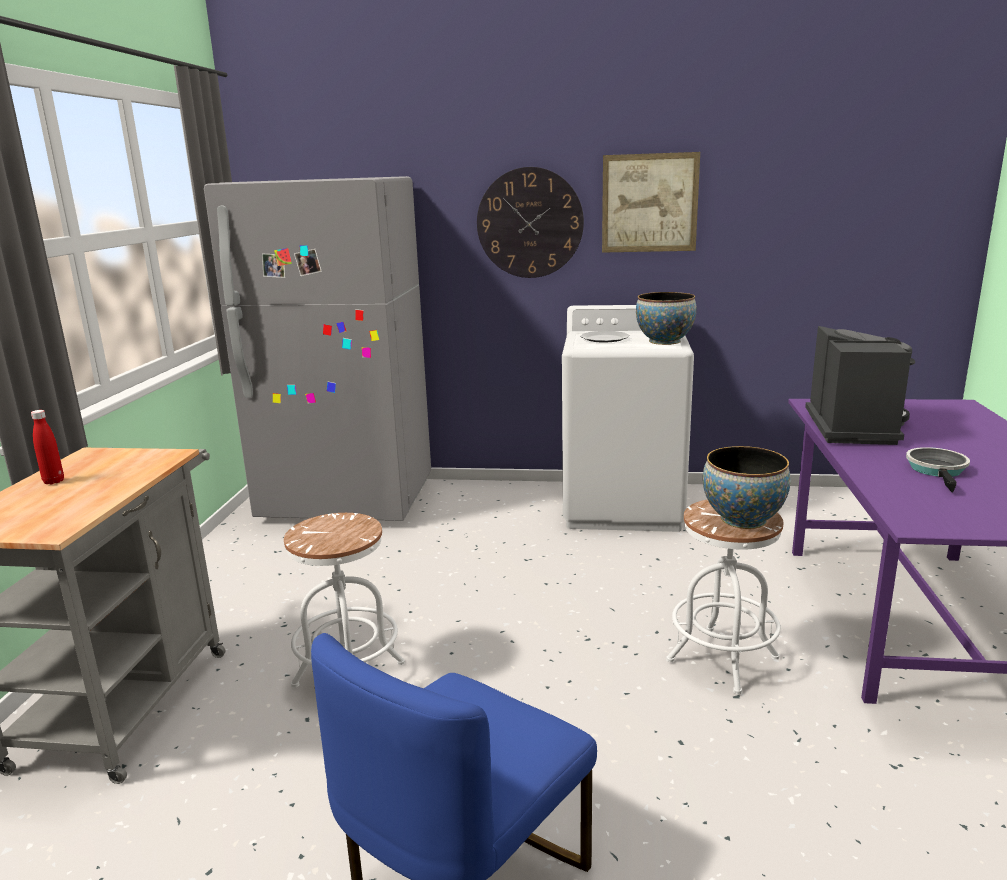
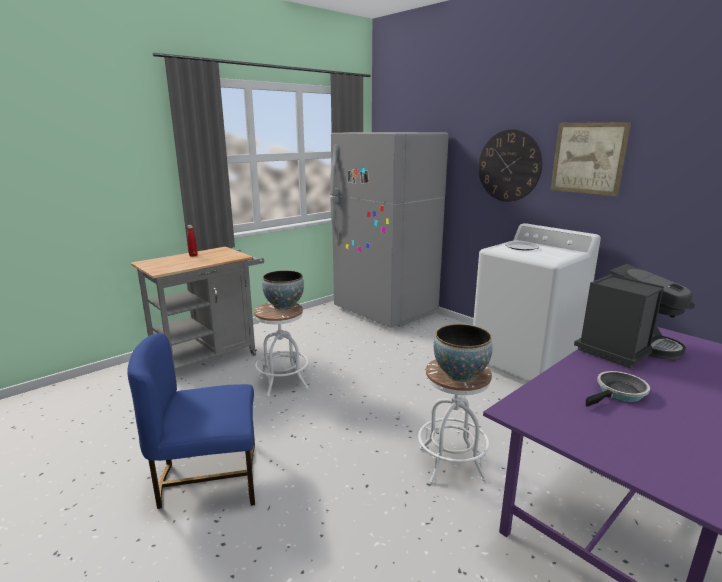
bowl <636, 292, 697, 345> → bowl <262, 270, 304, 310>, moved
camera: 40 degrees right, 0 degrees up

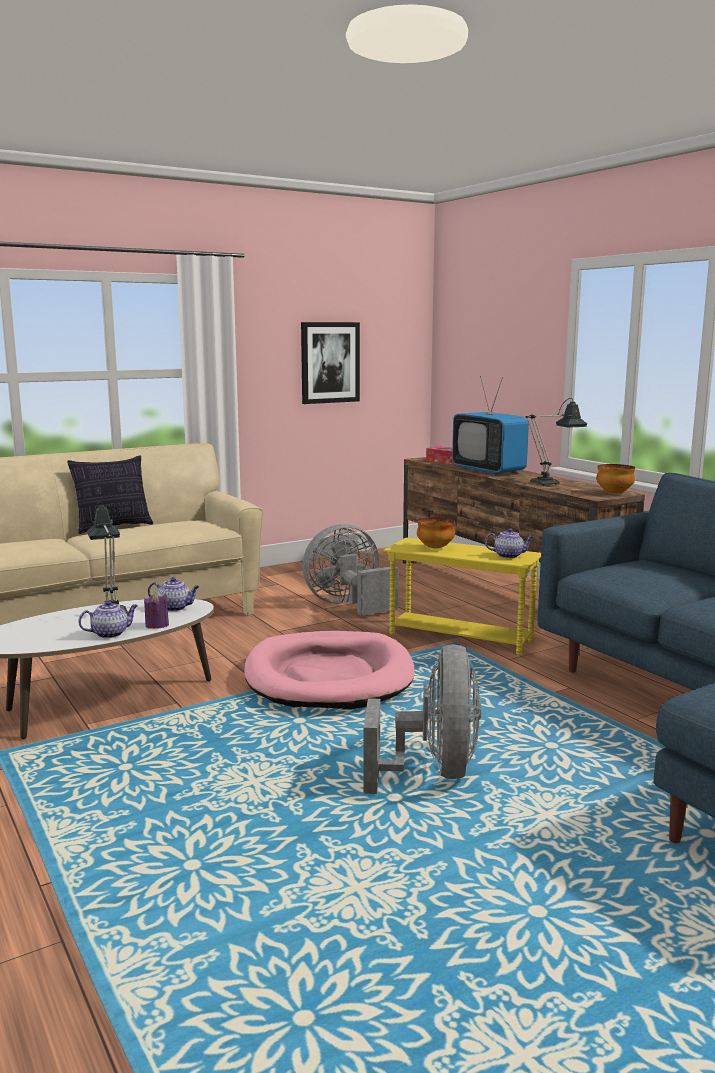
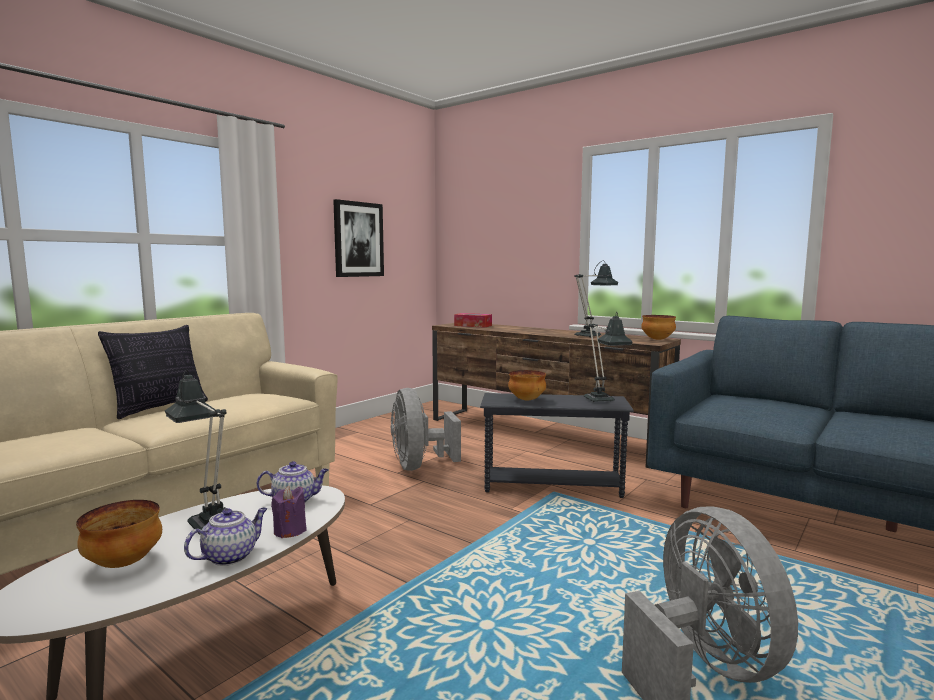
pink dog bed <244, 631, 414, 709> → -
grey fan <302, 524, 399, 616> → grey fan <391, 388, 461, 471>, 60 degrees counterclockwise
yellow side table <384, 538, 541, 656> → grey side table <480, 393, 634, 498>
television <452, 376, 529, 475> → -
teapot <485, 528, 534, 558> → table lamp <584, 312, 633, 402>
- → bowl <76, 500, 162, 568>
camera: 20 degrees left, 5 degrees down

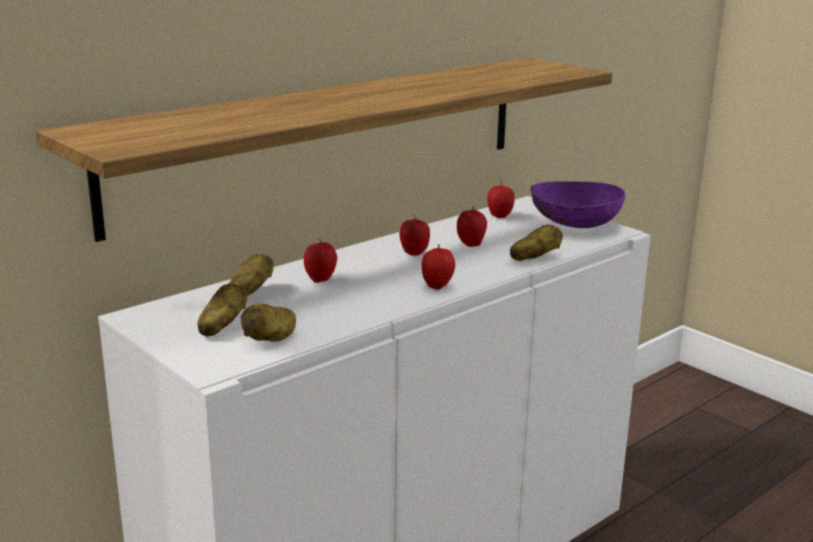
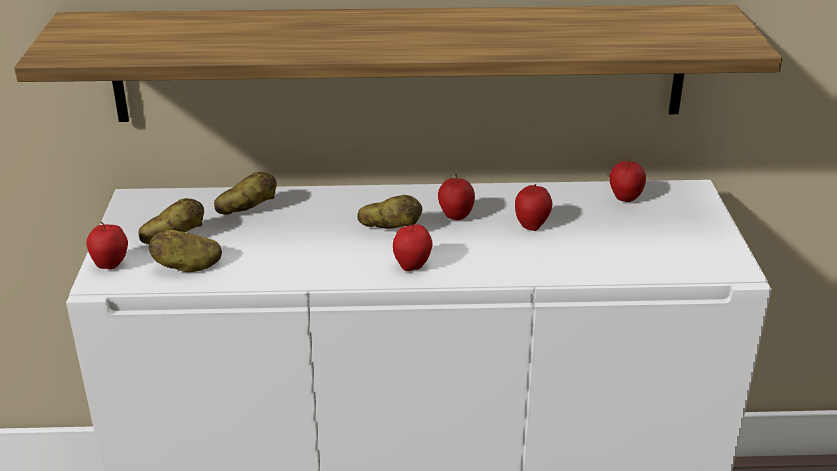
apple <304, 238, 337, 283> → apple <86, 221, 128, 269>, moved
potato <510, 224, 563, 261> → potato <357, 195, 422, 229>, moved
purple bowl <530, 181, 626, 228> → -
camera: 40 degrees right, 10 degrees up

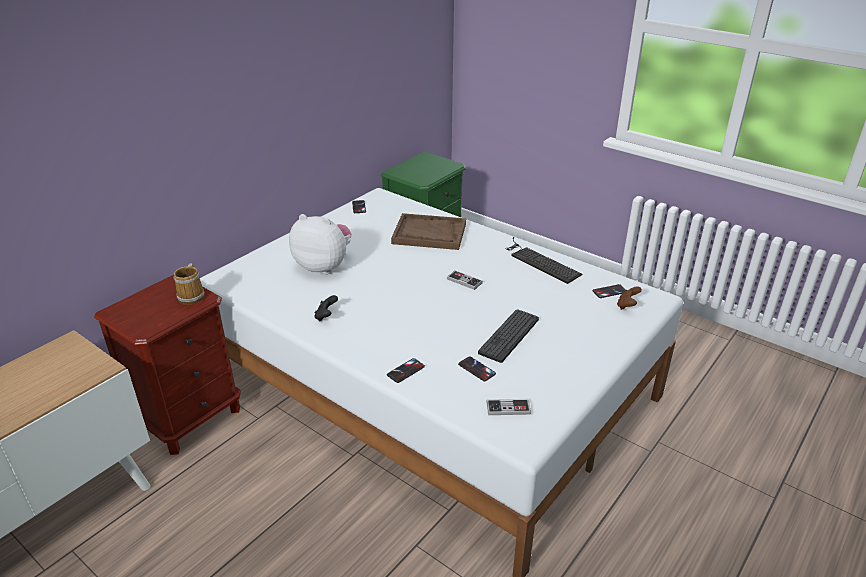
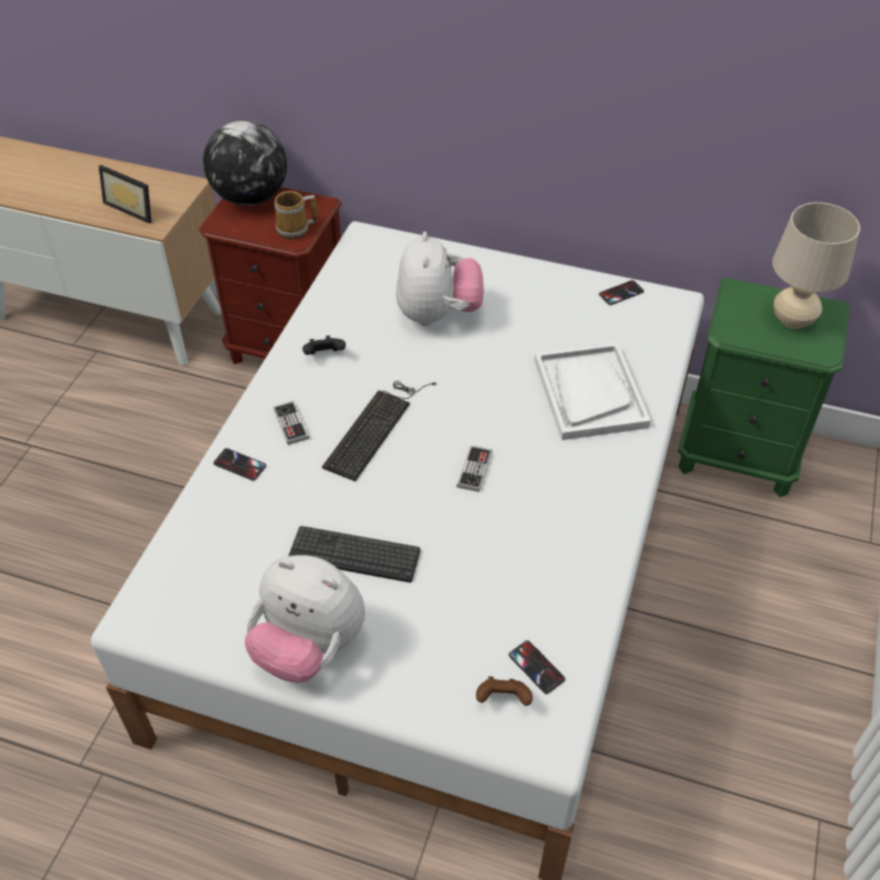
brown tray <391, 213, 466, 250> → white tray <534, 342, 651, 440>
phone <458, 356, 496, 381> → -
game controller <486, 399, 531, 415> → game controller <273, 401, 309, 445>, moved
keyboard <505, 237, 582, 284> → keyboard <322, 381, 436, 482>, moved
- → picture frame <99, 165, 151, 223>
- → globe <203, 120, 287, 206>
- → plush toy <244, 555, 365, 683>
- → beige table lamp <772, 202, 860, 329>
camera: 70 degrees right, 15 degrees up

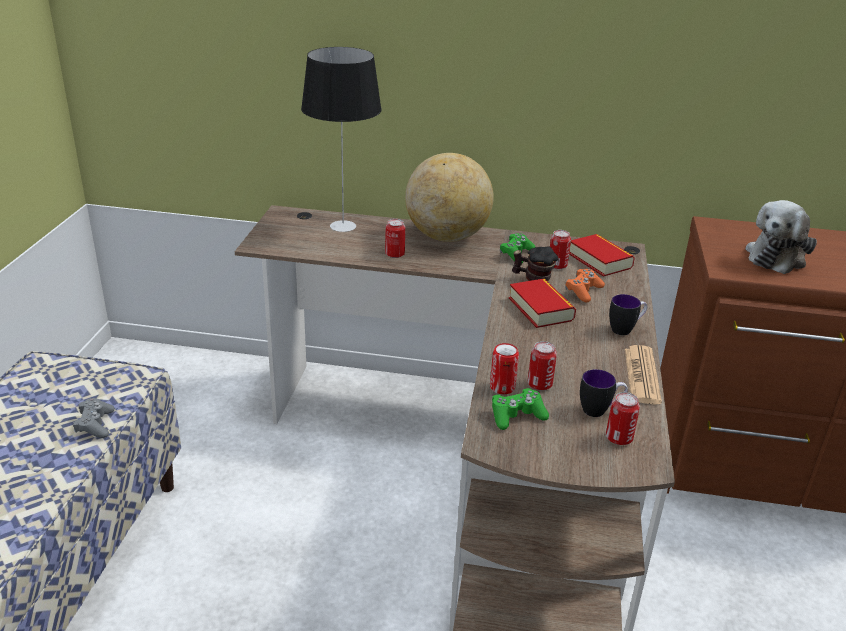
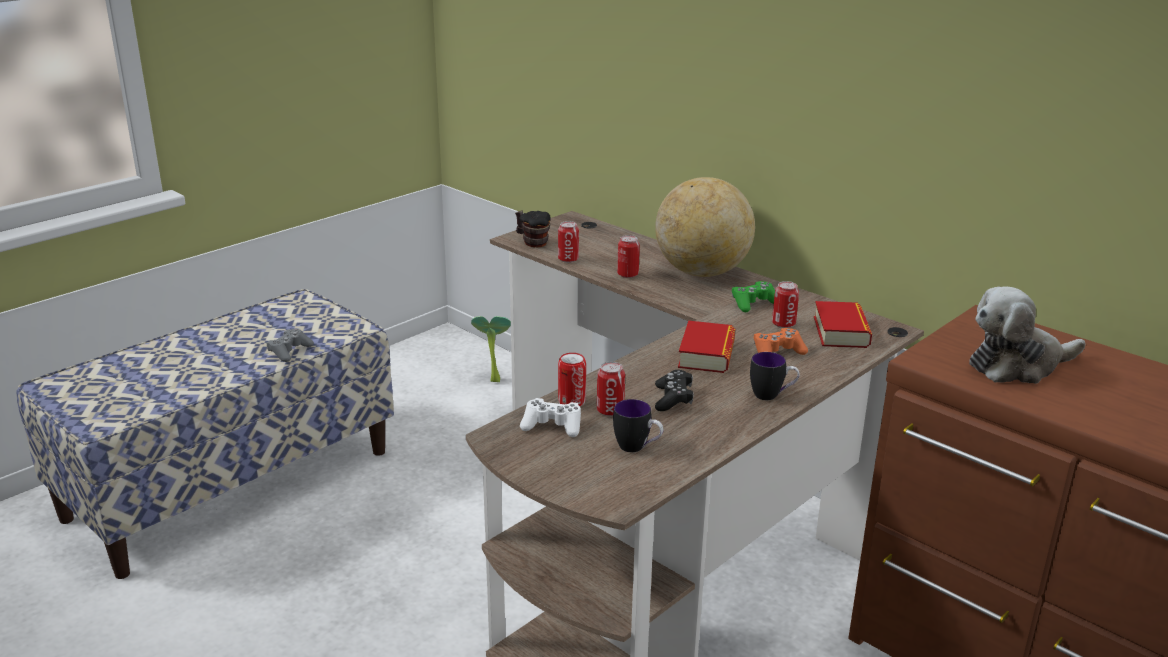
table lamp <301, 47, 382, 232> → -
green game controller <492, 388, 549, 430> → white game controller <520, 398, 581, 437>
mug <512, 246, 558, 281> → mug <515, 211, 550, 248>, moved
can <606, 392, 640, 445> → can <558, 221, 579, 263>, moved
newspaper <625, 345, 662, 405> → -
- → potted plant <471, 316, 511, 382>
- → black game controller <655, 370, 694, 411>
camera: 35 degrees right, 5 degrees down

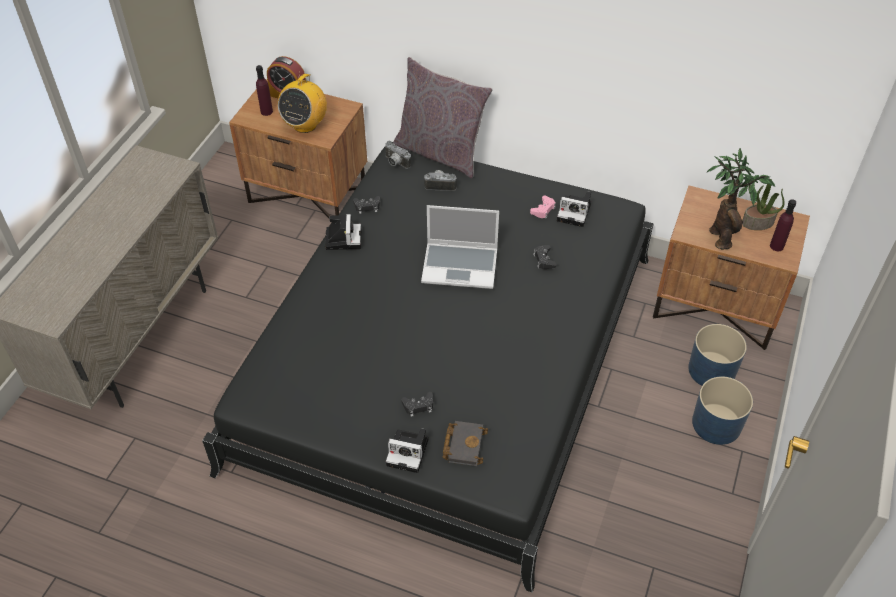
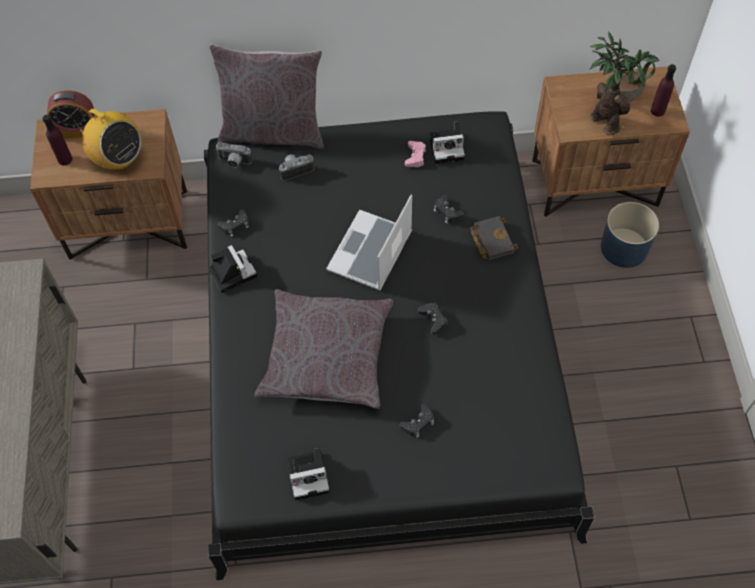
radio <278, 73, 327, 133> → radio <74, 109, 142, 170>, 45 degrees counterclockwise
photo camera <386, 428, 429, 473> → photo camera <287, 448, 330, 500>, moved
laptop <421, 205, 499, 289> → laptop <326, 195, 412, 291>, 135 degrees clockwise
black book <443, 421, 488, 466> → black book <470, 216, 518, 260>, moved
blue planter <692, 377, 753, 445> → -
- → grey pillow <255, 289, 393, 409>
- → black game controller <418, 303, 448, 335>
camera: 25 degrees left, 10 degrees up

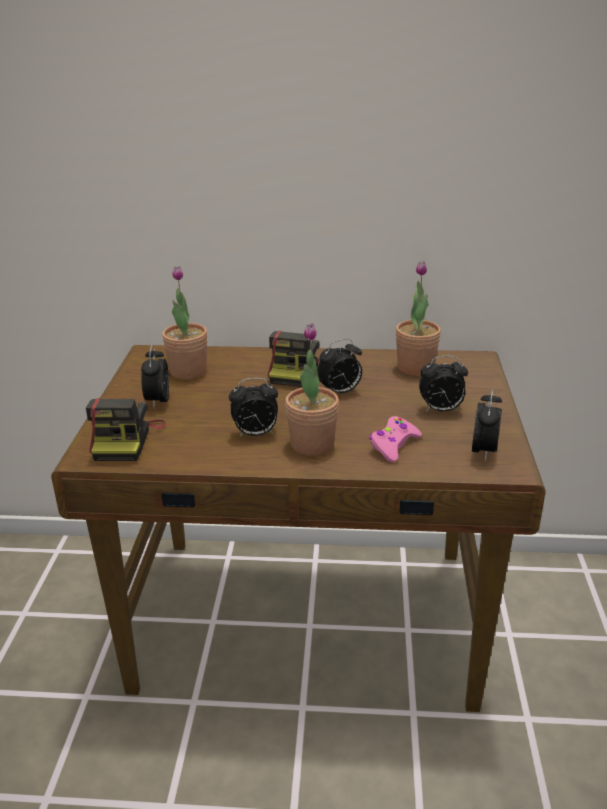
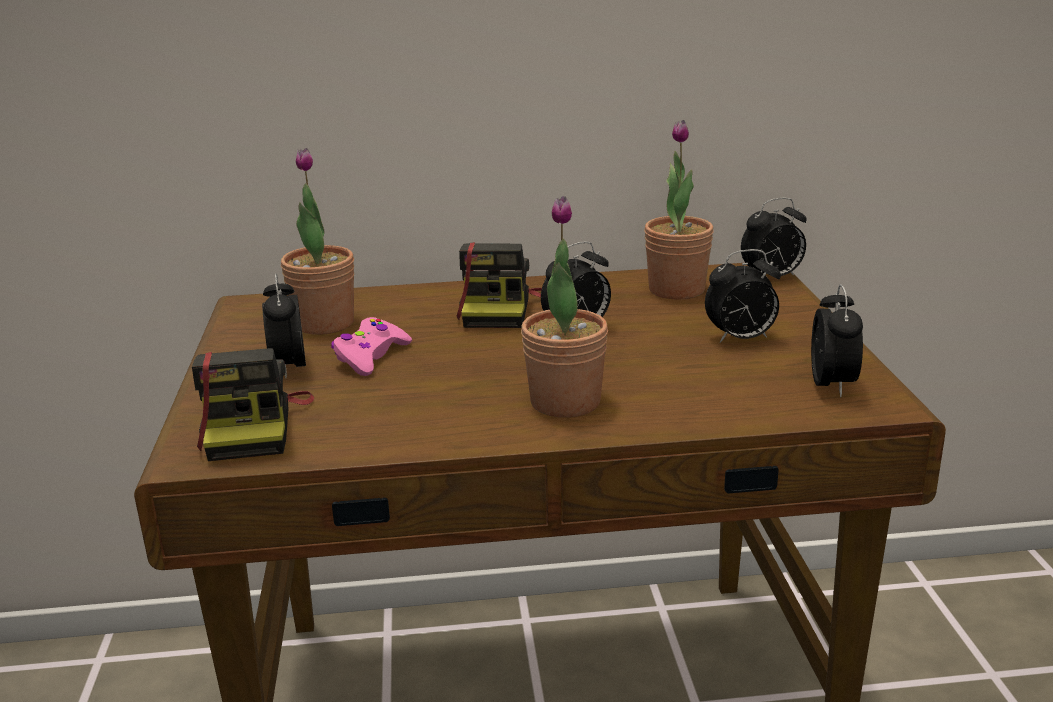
alarm clock <229, 378, 278, 437> → alarm clock <741, 198, 807, 276>, moved
pink game controller <369, 416, 422, 462> → pink game controller <331, 317, 412, 376>, moved
camera: 10 degrees left, 5 degrees down

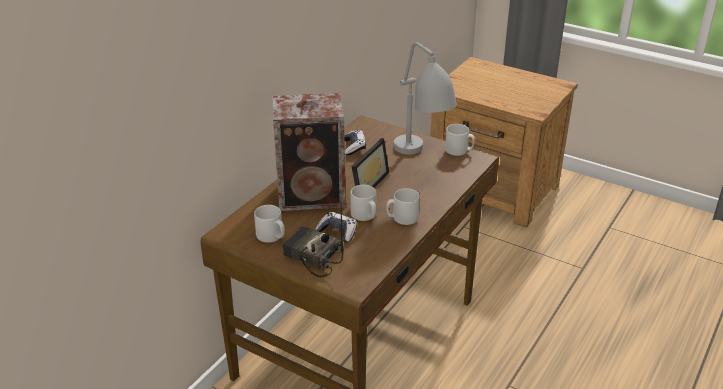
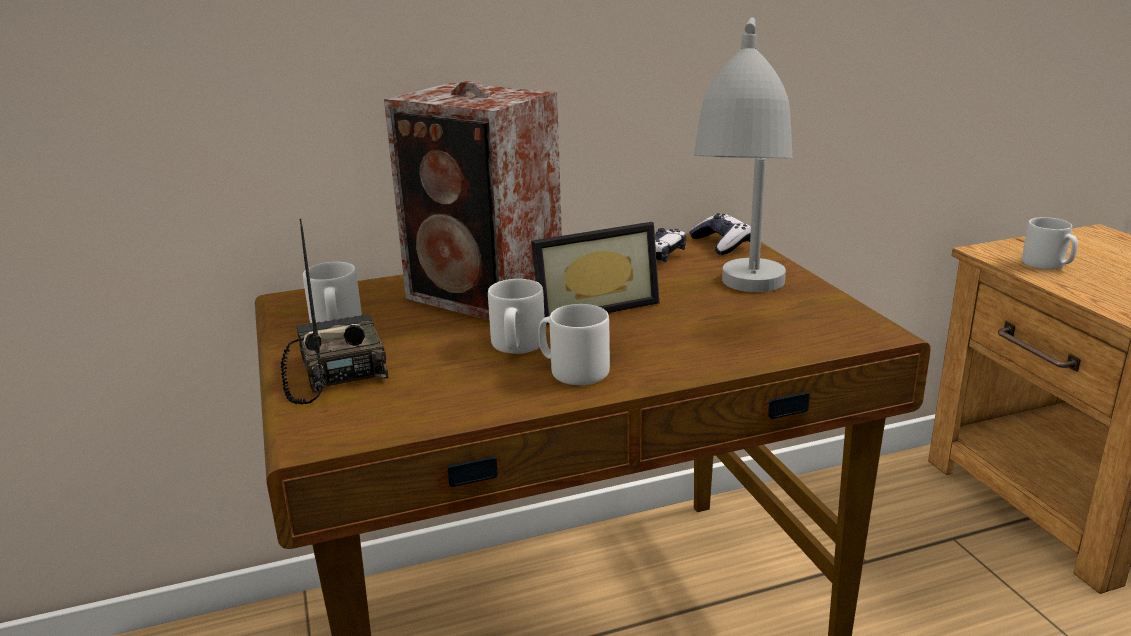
game controller <315, 212, 357, 243> → game controller <689, 213, 751, 255>, moved
grey mug <445, 124, 475, 156> → grey mug <1022, 217, 1078, 270>, moved
camera: 40 degrees right, 10 degrees down

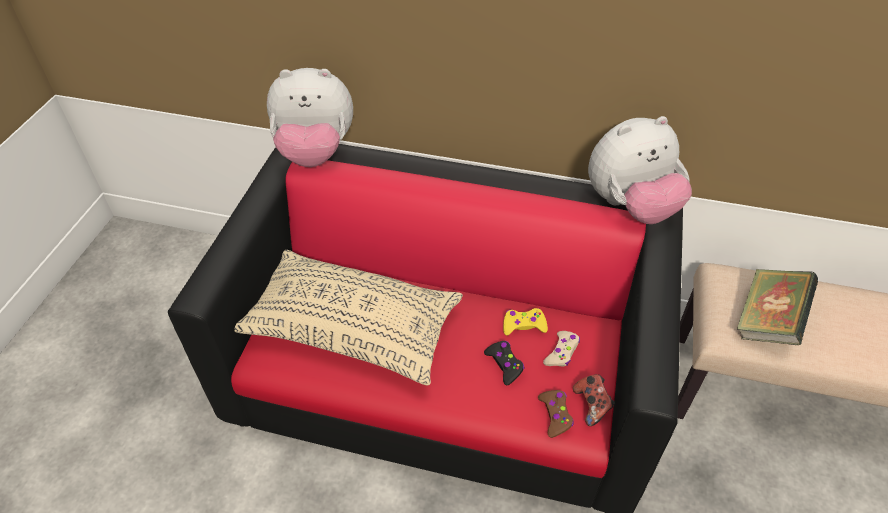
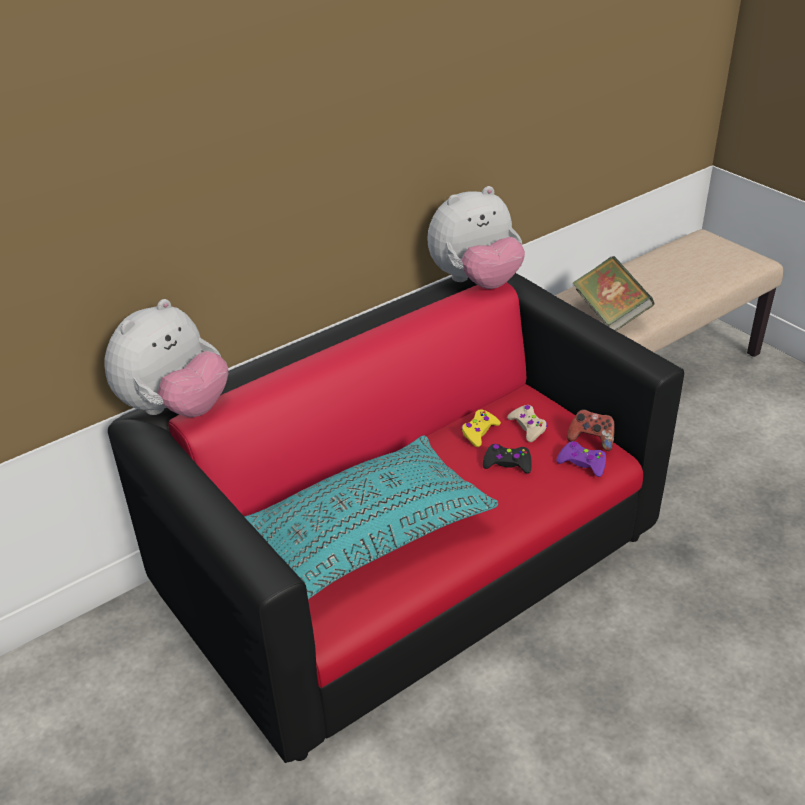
beige pillow <234, 250, 463, 386> → turquoise pillow <244, 435, 498, 599>
brown game controller <538, 390, 574, 438> → purple game controller <557, 441, 606, 477>
plush toy <588, 116, 692, 224> → plush toy <427, 186, 525, 289>, 45 degrees clockwise
camera: 50 degrees left, 10 degrees down

